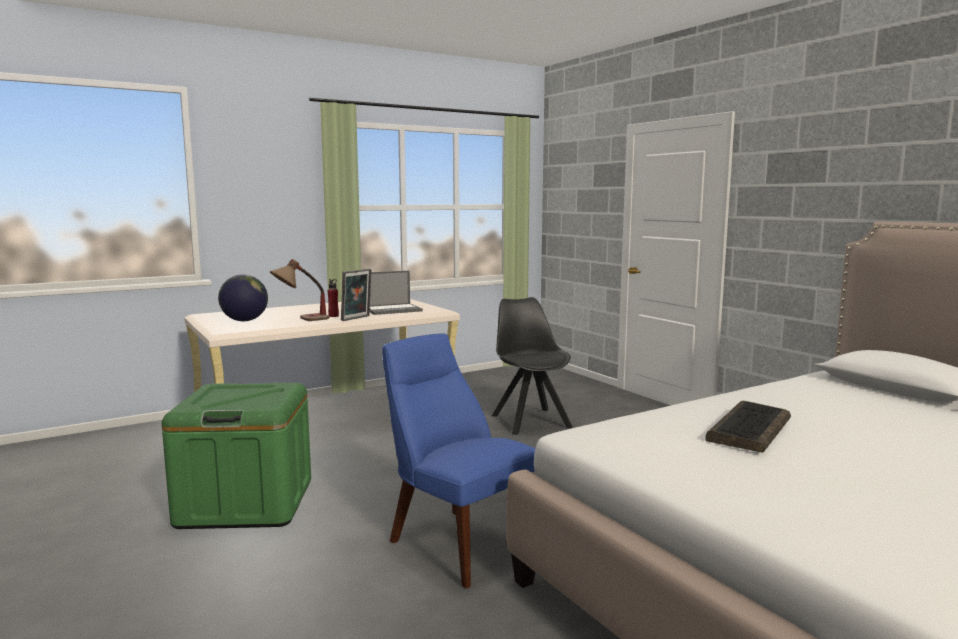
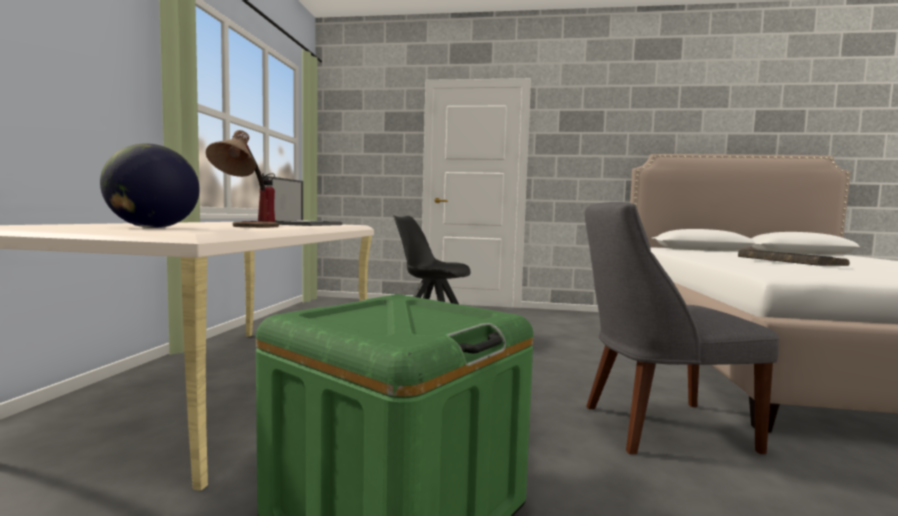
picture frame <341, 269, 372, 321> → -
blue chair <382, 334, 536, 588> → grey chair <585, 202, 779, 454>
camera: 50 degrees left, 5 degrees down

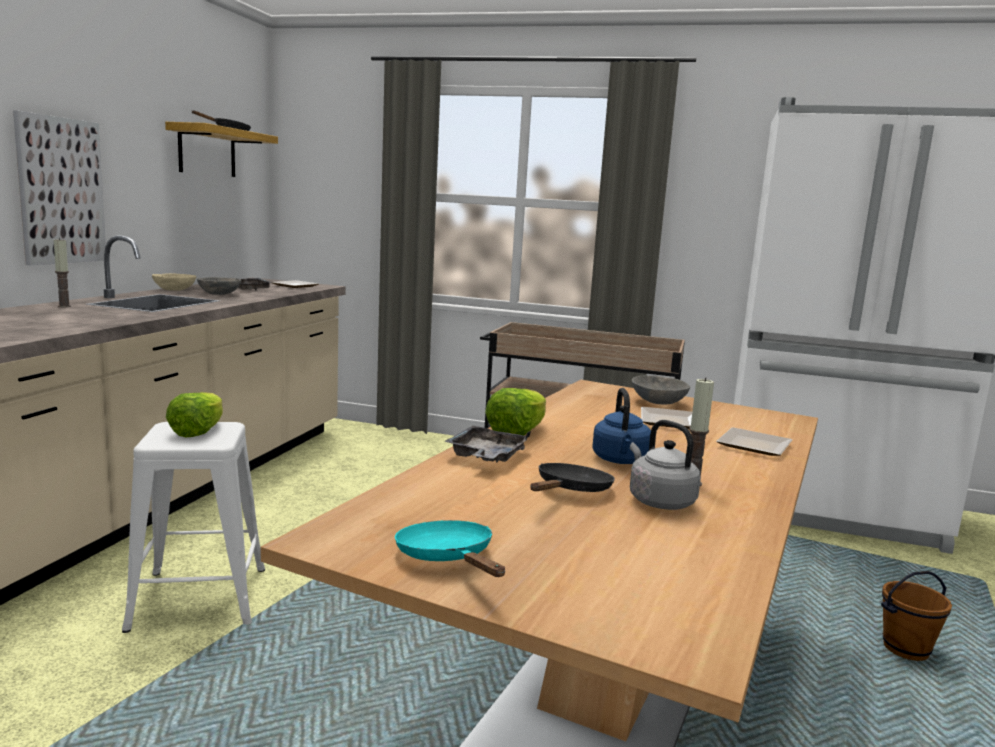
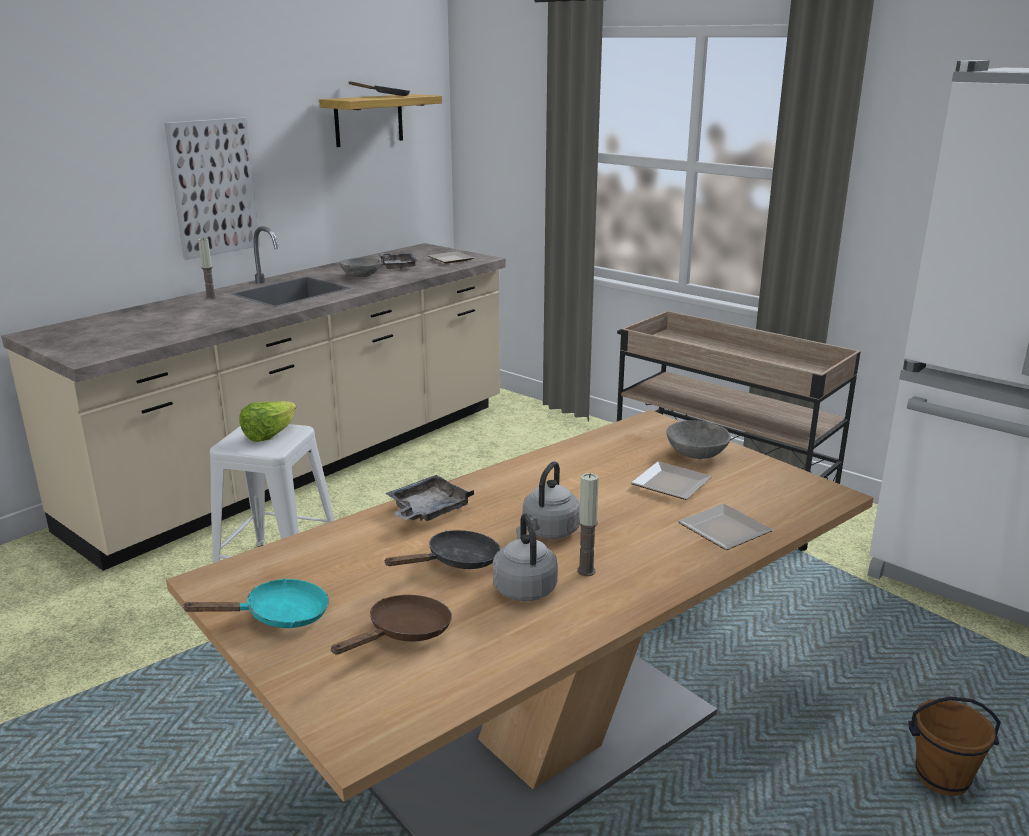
beige bowl <152, 273, 196, 291> → -
turquoise frying pan <395, 520, 505, 577> → turquoise frying pan <181, 578, 329, 628>, 75 degrees clockwise
lettuce <485, 388, 546, 435> → -
blue kettle <592, 388, 651, 464> → grey kettle <523, 461, 580, 539>
- → brown frying pan <330, 595, 452, 655>
camera: 25 degrees right, 10 degrees up

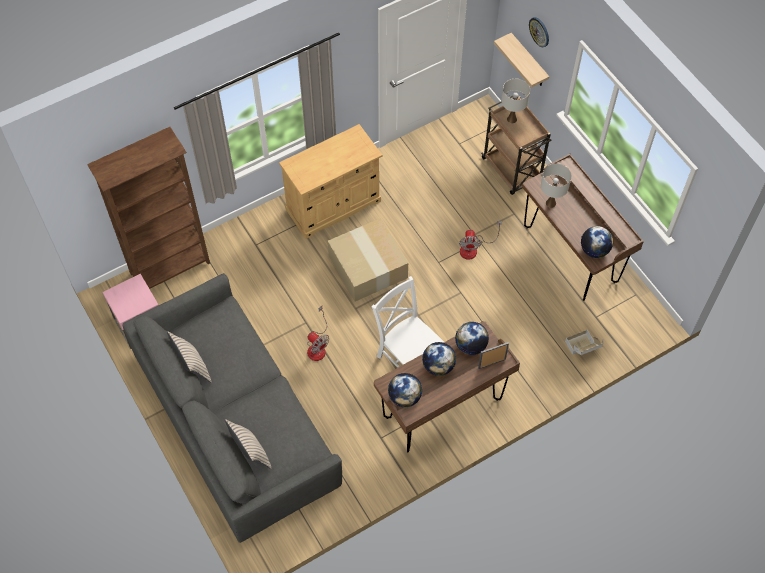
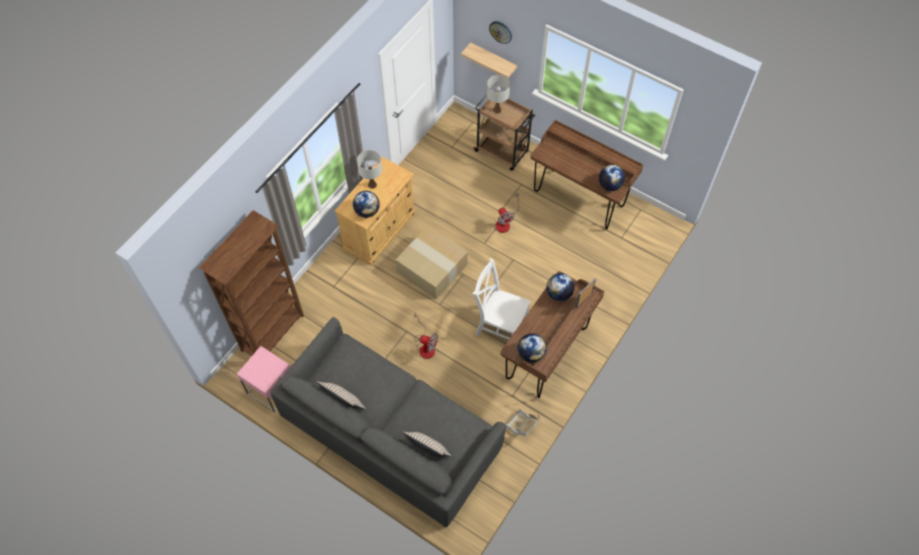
globe <422, 342, 456, 376> → globe <353, 191, 380, 218>, moved
white table lamp <541, 163, 572, 208> → white table lamp <357, 150, 382, 189>, moved
cardboard box <565, 330, 603, 355> → cardboard box <506, 409, 540, 436>, moved
camera: 25 degrees left, 0 degrees up

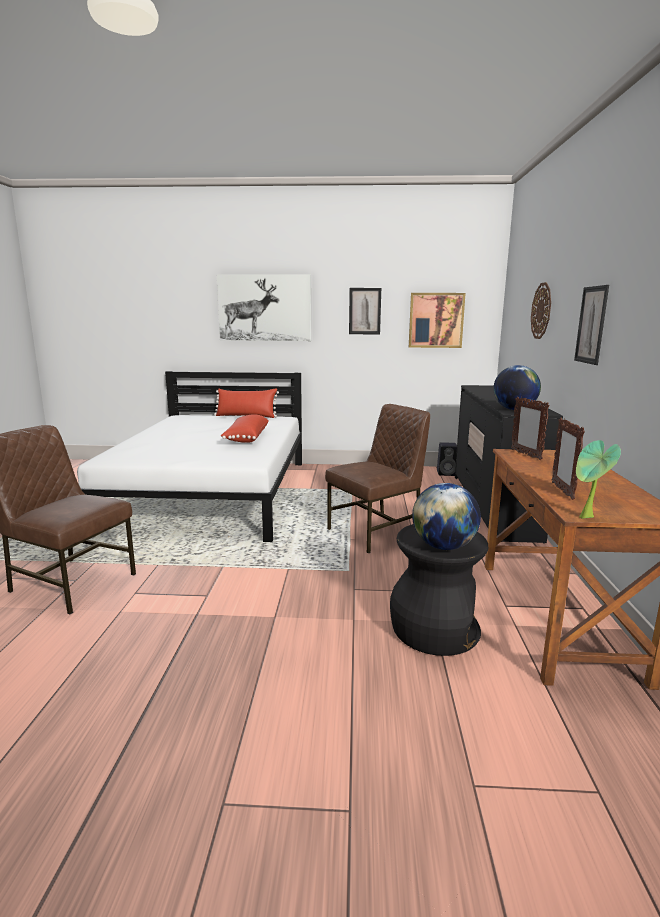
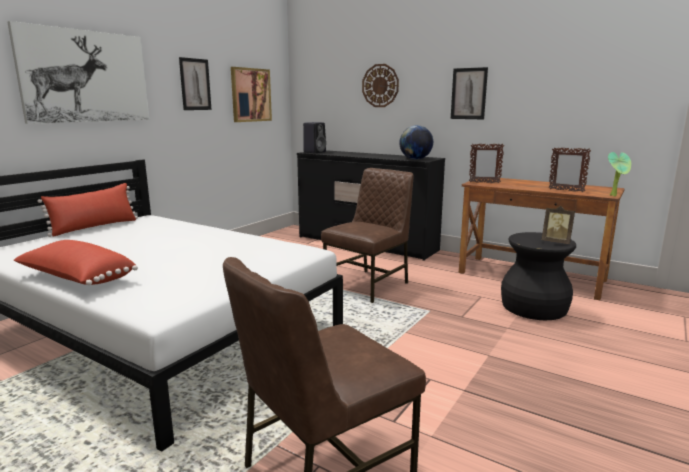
red pillow <221, 414, 269, 443> → red pillow <13, 240, 138, 285>, moved
brown chair <325, 404, 430, 553> → brown chair <321, 168, 414, 303>, 45 degrees clockwise
globe <412, 483, 481, 550> → picture frame <542, 206, 575, 244>
black speaker <437, 442, 457, 476> → black speaker <303, 122, 326, 153>, moved
camera: 60 degrees left, 0 degrees up

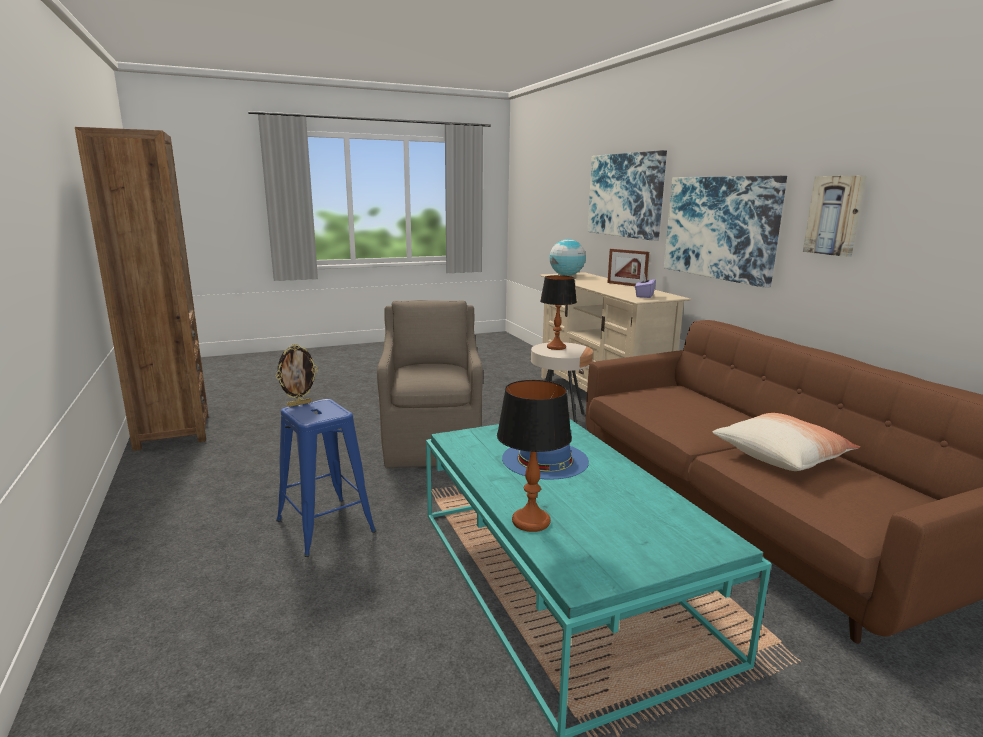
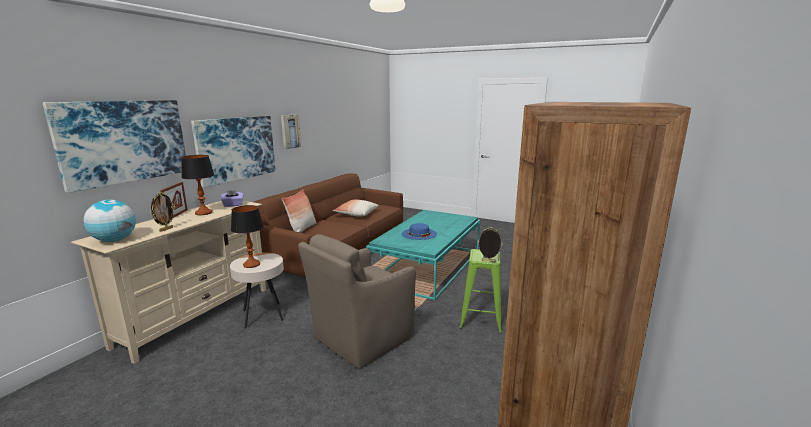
blue stool <276, 399, 376, 557> → green stool <459, 249, 502, 333>
table lamp <497, 380, 572, 532> → table lamp <181, 155, 214, 215>, moved
- → picture frame <151, 192, 175, 232>
- → pillow <282, 190, 316, 233>
camera: 130 degrees left, 0 degrees up

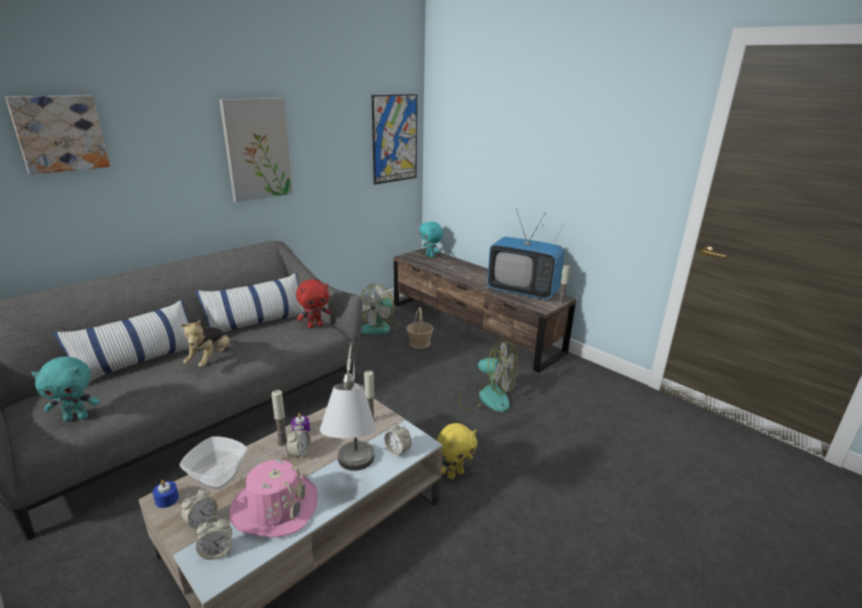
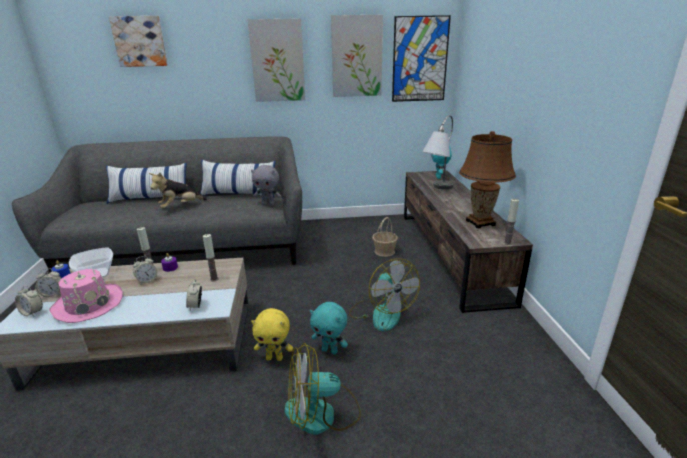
turquoise plush toy <31, 356, 100, 422> → turquoise plush toy <310, 302, 348, 354>, moved
red plush toy <296, 279, 331, 328> → grey plush toy <251, 165, 281, 206>
grey table lamp <320, 342, 376, 471> → grey table lamp <422, 115, 453, 190>, moved
fan <360, 284, 401, 334> → fan <285, 343, 361, 435>, moved
television <487, 209, 565, 300> → brown table lamp <459, 131, 516, 229>
- → picture <331, 15, 383, 97>
camera: 40 degrees right, 0 degrees up

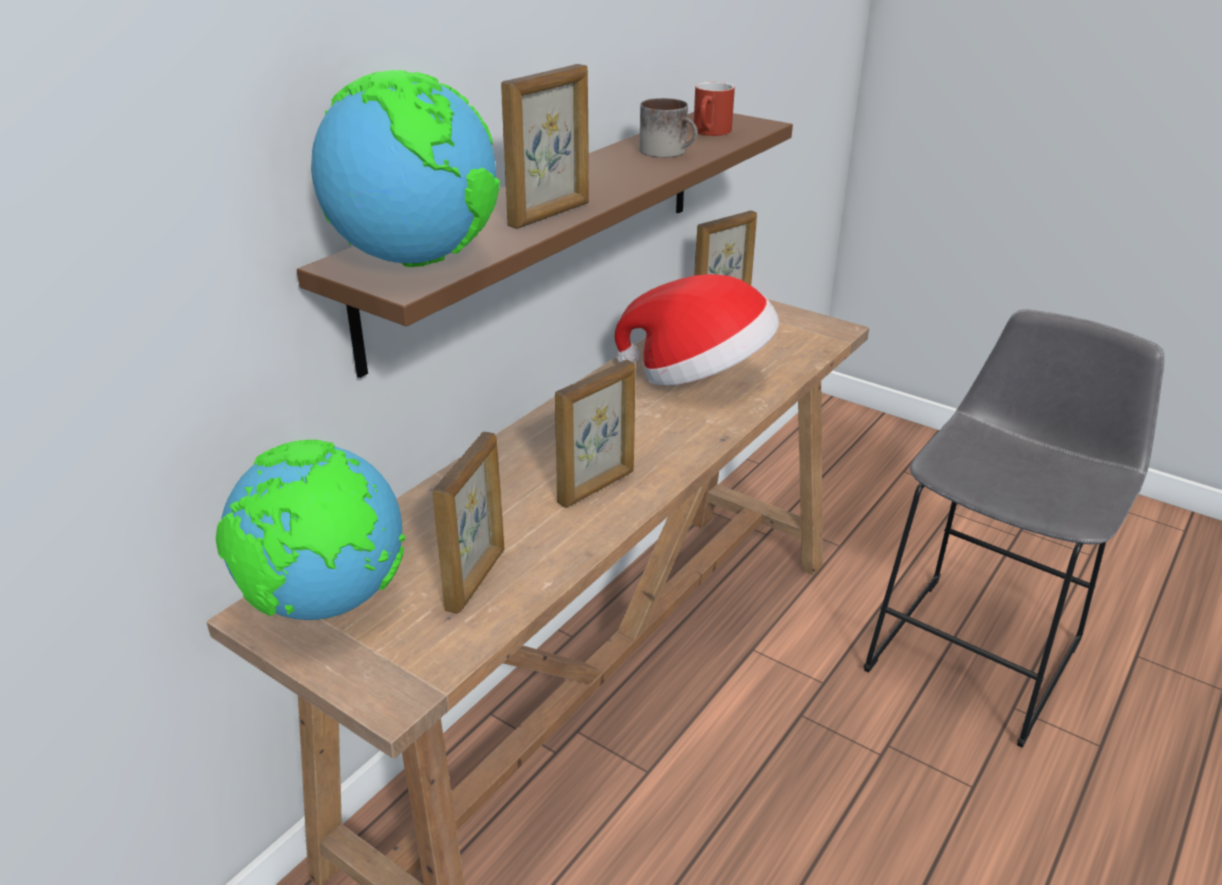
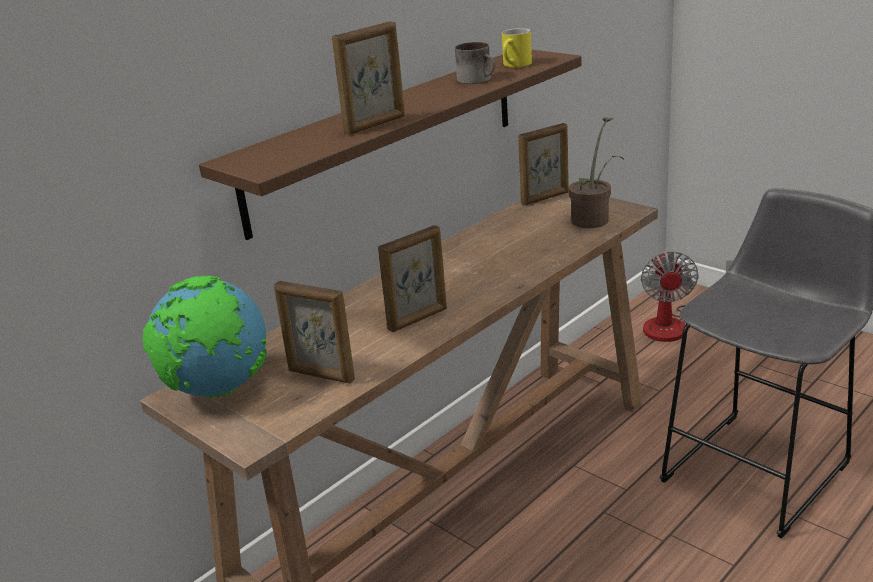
globe <311, 70, 500, 267> → -
picture frame <432, 432, 504, 614> → picture frame <274, 281, 355, 384>, 90 degrees clockwise
hat <615, 274, 779, 386> → -
red mug <694, 82, 735, 136> → yellow mug <502, 28, 532, 67>
- → potted plant <569, 117, 624, 228>
- → fan <641, 250, 734, 342>
camera: 10 degrees right, 5 degrees down

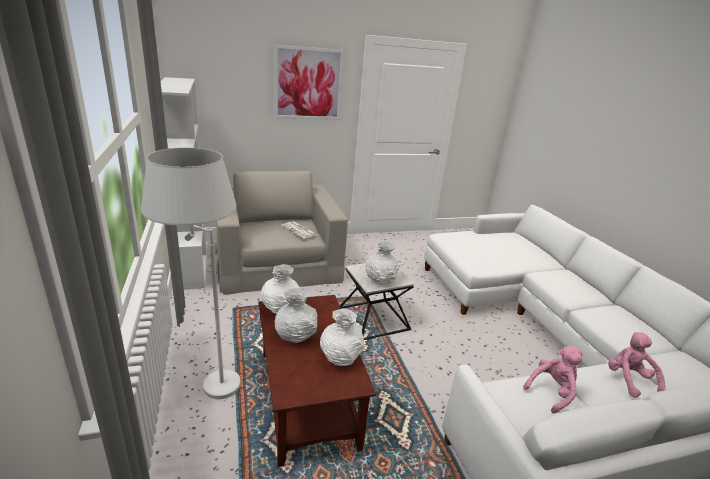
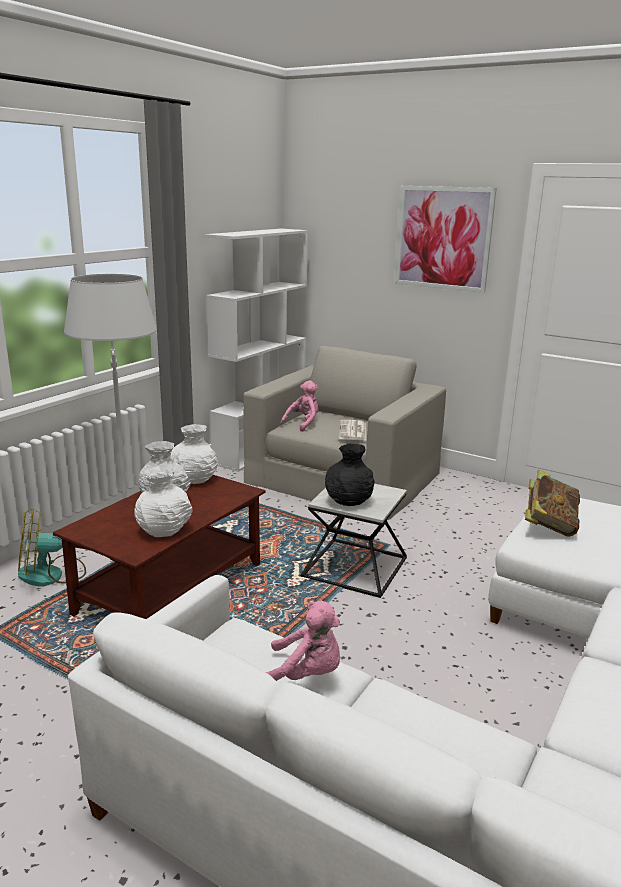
white vase <366, 241, 399, 284> → black vase <325, 444, 374, 506>
pink plush toy <608, 332, 666, 398> → pink plush toy <280, 380, 318, 432>, moved
- → fan <18, 509, 86, 587>
- → book <525, 470, 580, 537>
camera: 50 degrees right, 5 degrees down

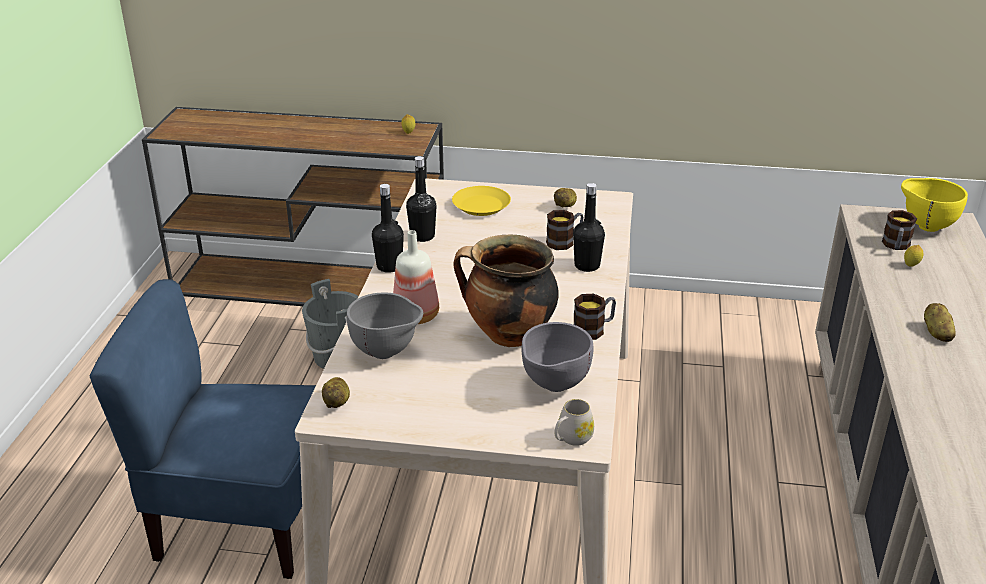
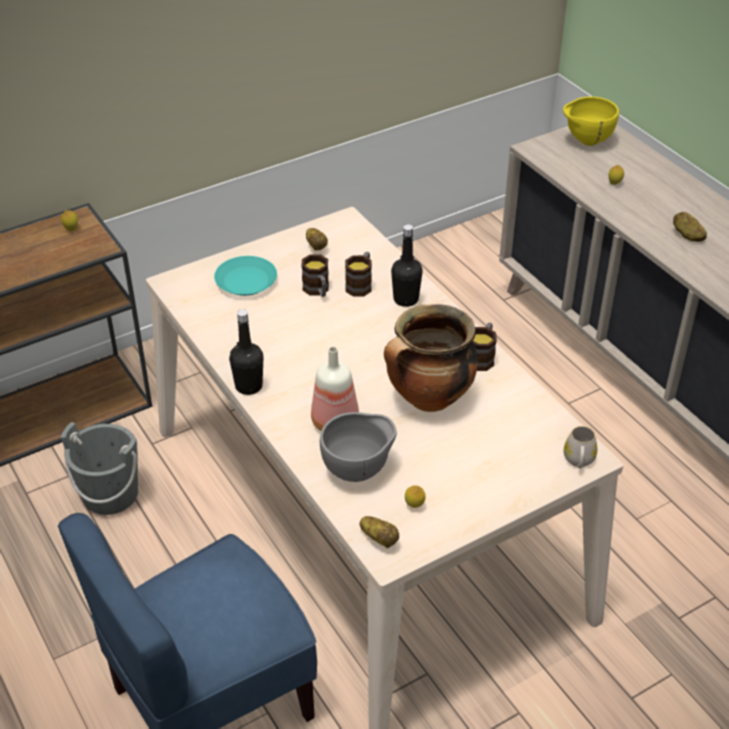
black bottle <406, 156, 437, 242> → -
yellow plate <452, 186, 511, 216> → turquoise plate <214, 256, 277, 296>
grey bowl <521, 322, 594, 392> → -
mug <882, 210, 917, 250> → mug <301, 254, 329, 297>, moved
- → lemon <405, 485, 426, 508>
camera: 40 degrees left, 10 degrees up

